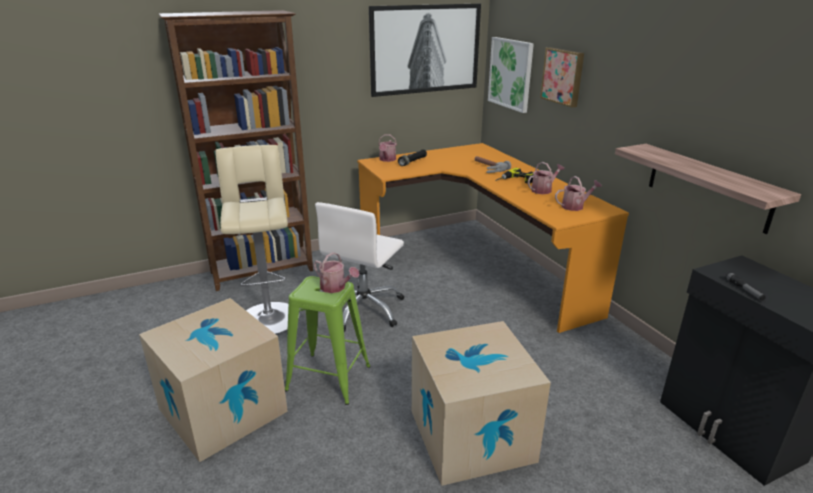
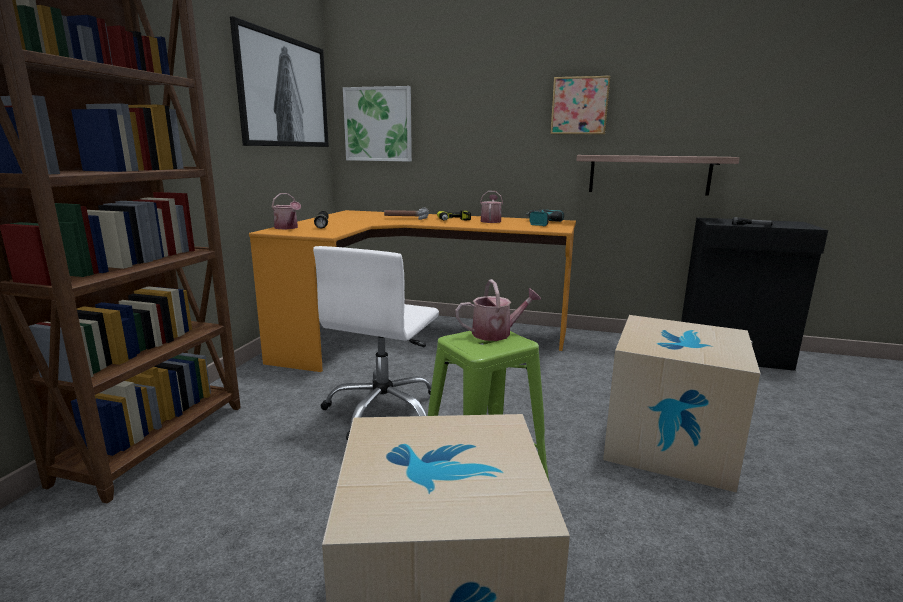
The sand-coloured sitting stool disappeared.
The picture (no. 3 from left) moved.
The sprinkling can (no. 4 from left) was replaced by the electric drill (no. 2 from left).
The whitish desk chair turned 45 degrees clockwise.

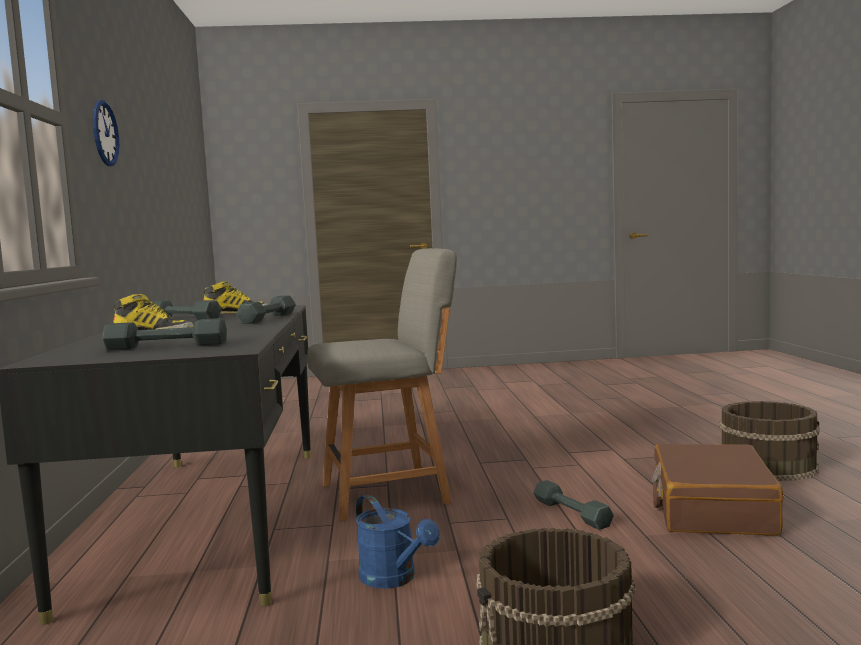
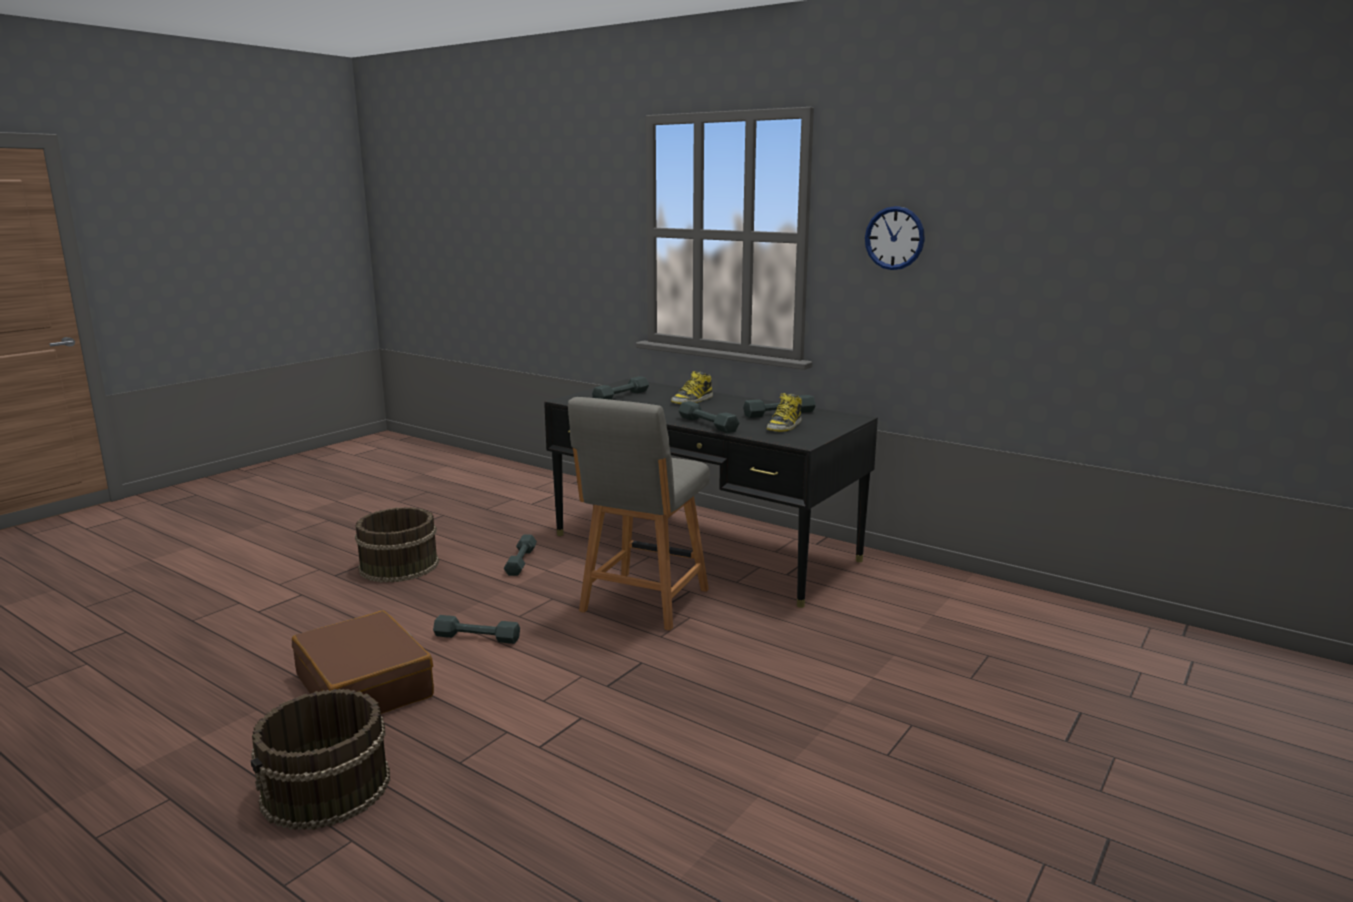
The bluish sprinkling can was replaced by the gray free weight (no. 2 from left).

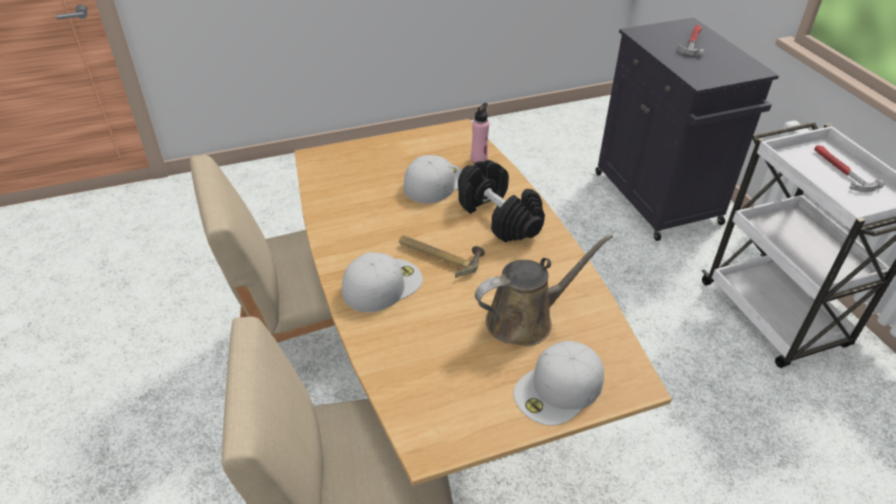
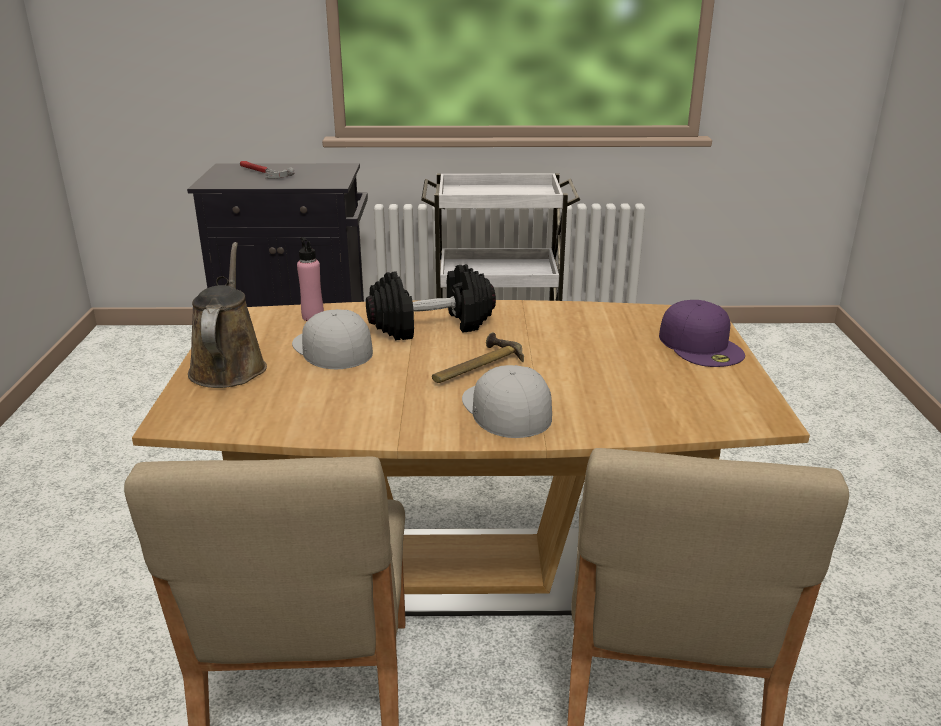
The tool hammer (no. 3 from left) disappeared.
The brown-coloured sprinkling can moved.
The whitish cap (no. 3 from left) became the purple-coloured cap.

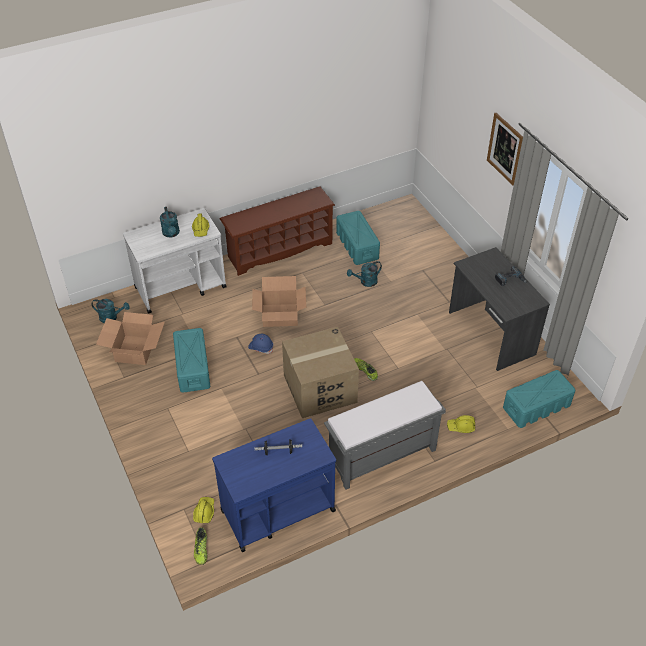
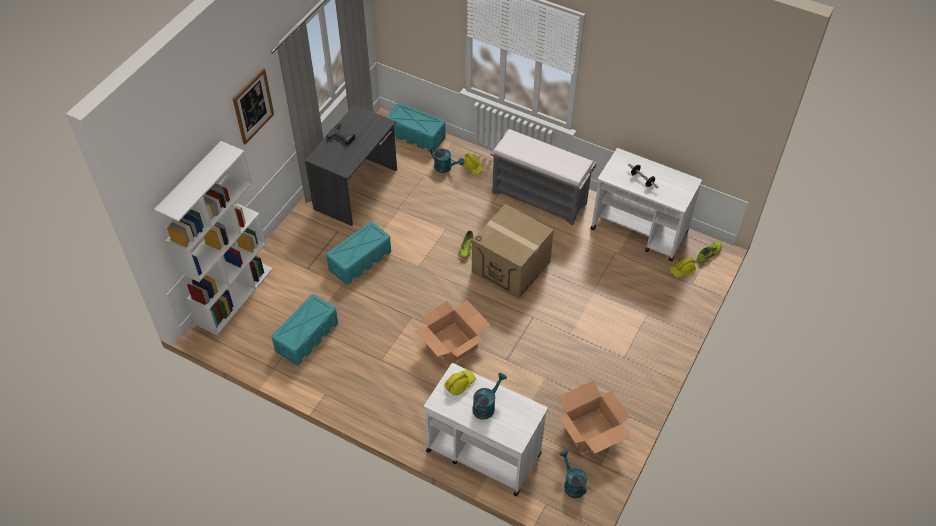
The brown-coloured shoe rack disappeared.
The bluish safety helmet disappeared.
The whitish bookshelf appeared.
The blue-green storage container (no. 1 from left in the first image) moved.
The blue-green sprinkling can (no. 3 from left in the first image) moved.
The bluish wheeled cart became the whitish wheeled cart (no. 2 from left).

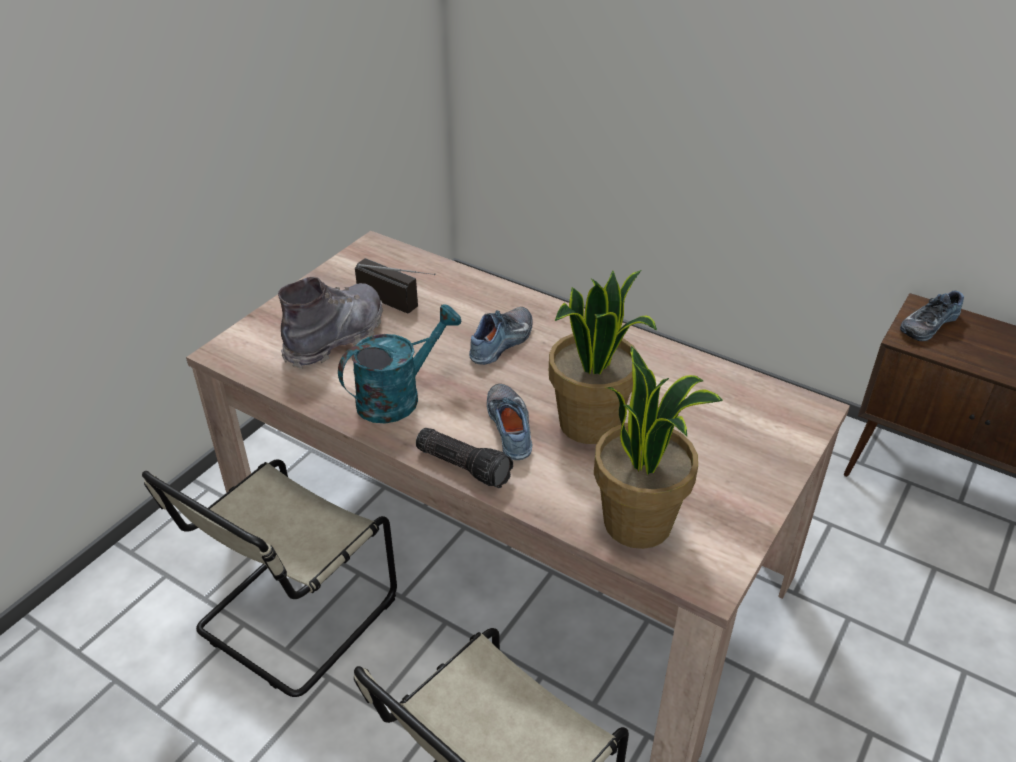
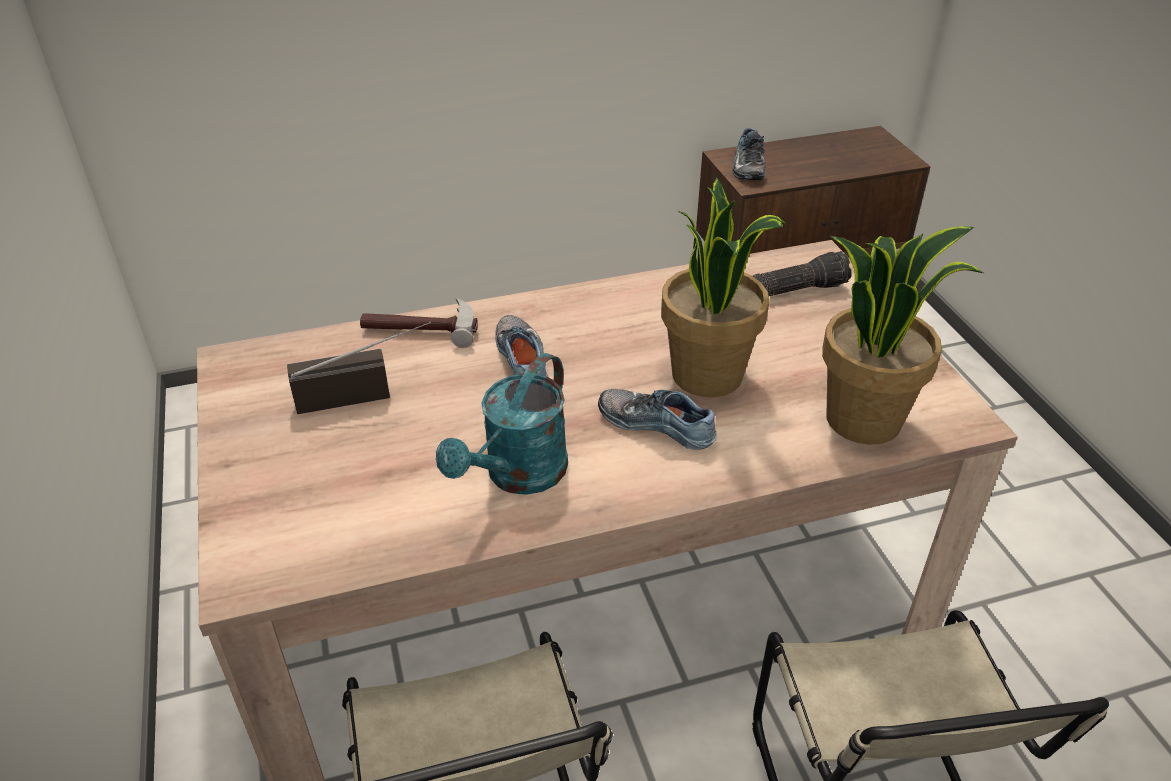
The gray high-top boot disappeared.
The tool hammer appeared.
The torch moved.
The blue-green sprinkling can turned 150 degrees counterclockwise.

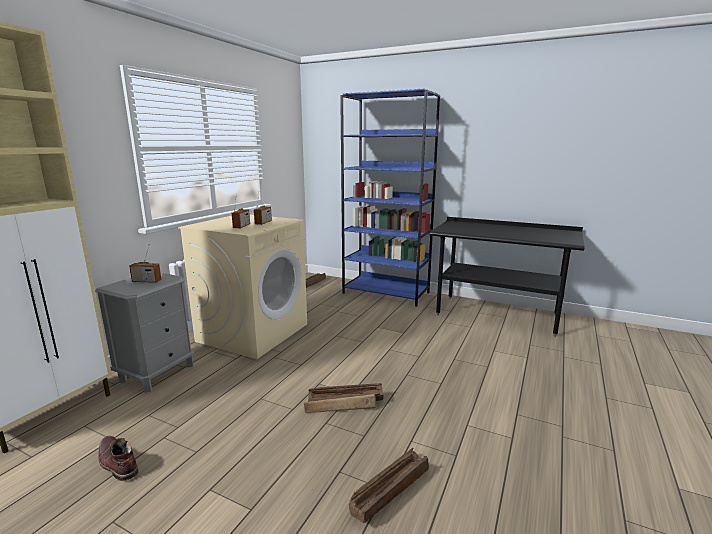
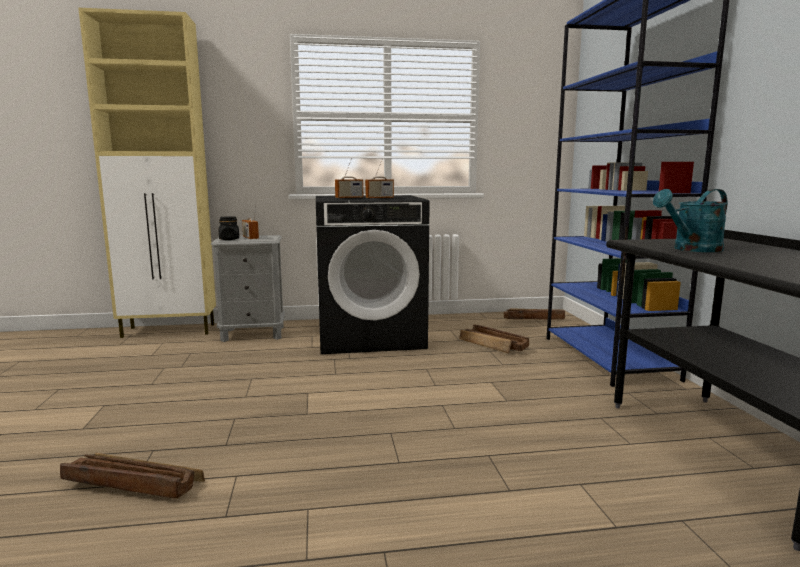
The brown-coloured high-top boot disappeared.
The black-coloured jar appeared.
The blue-green sprinkling can appeared.
The packing crate (no. 2 from left) moved.
The sand-coloured laundry appliance became the black-coloured laundry appliance.

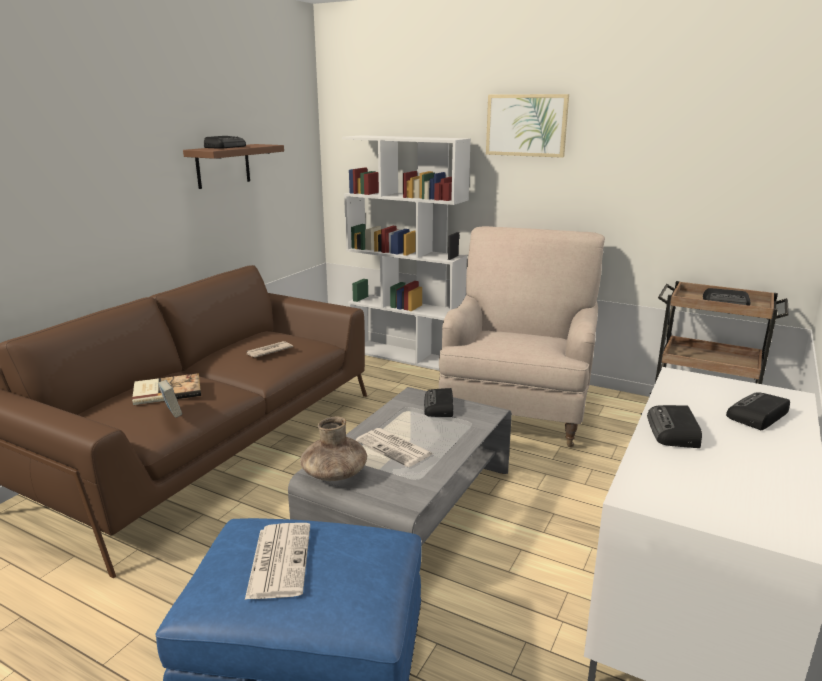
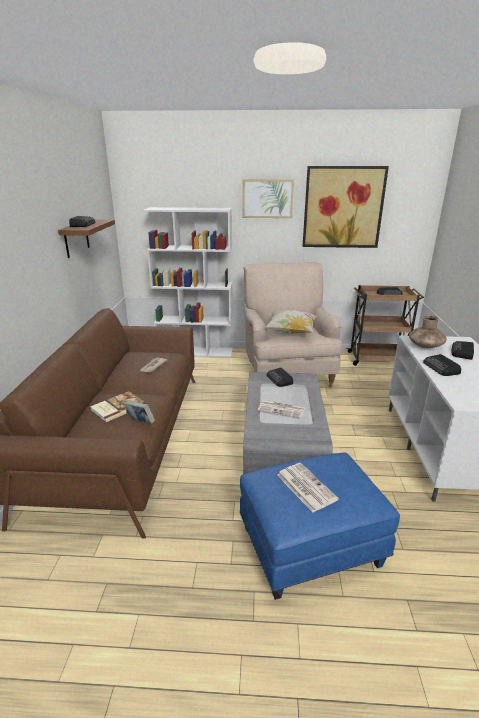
The cushion appeared.
The picture (no. 2 from left) appeared.
The brown-coloured decorative vase moved.

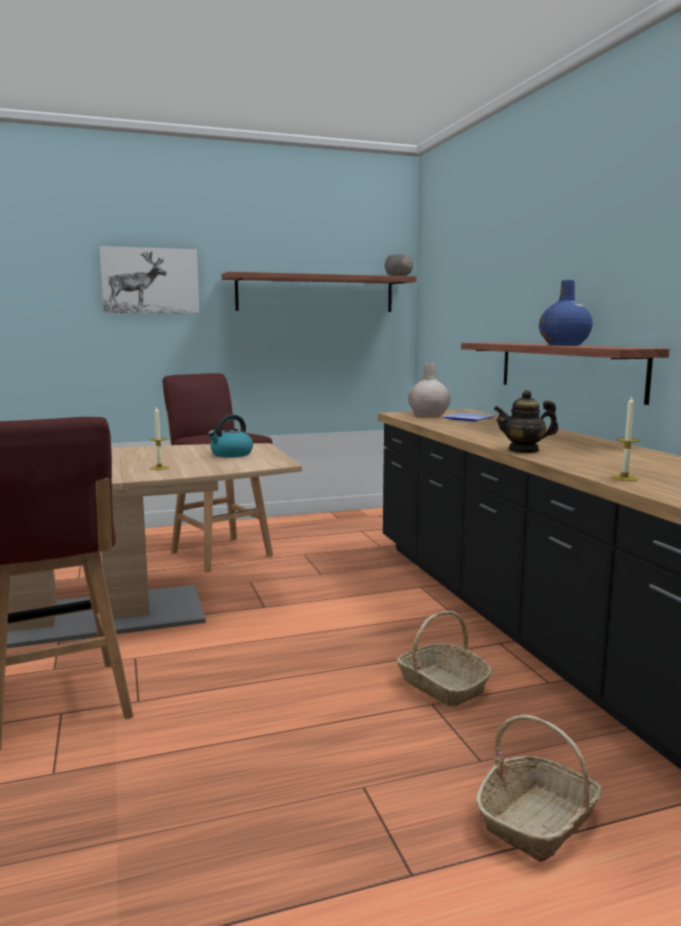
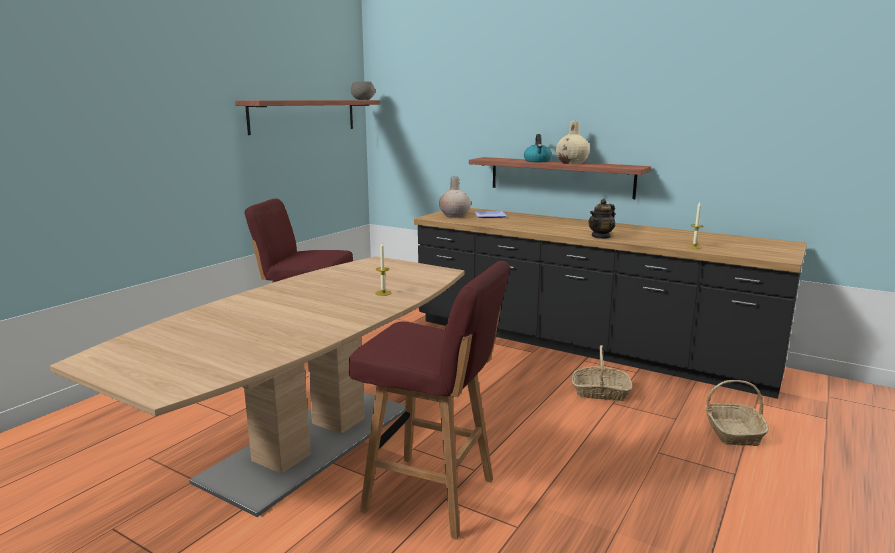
The picture disappeared.
The tea kettle moved.
The bluish decorative vase became the sand-coloured decorative vase (no. 2 from left).

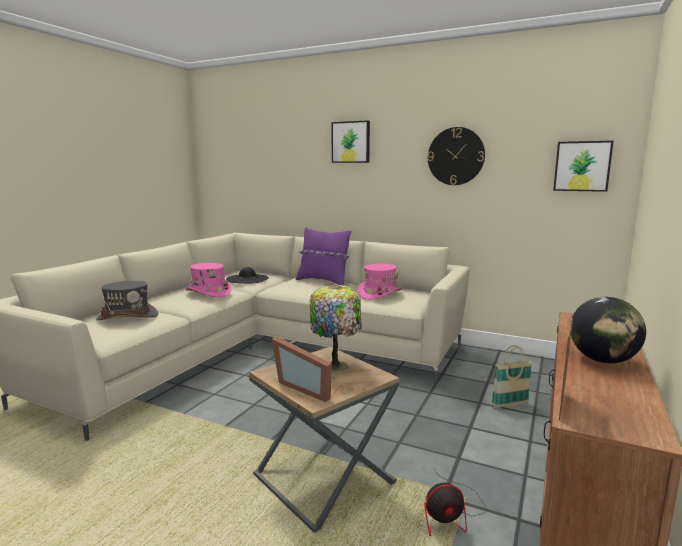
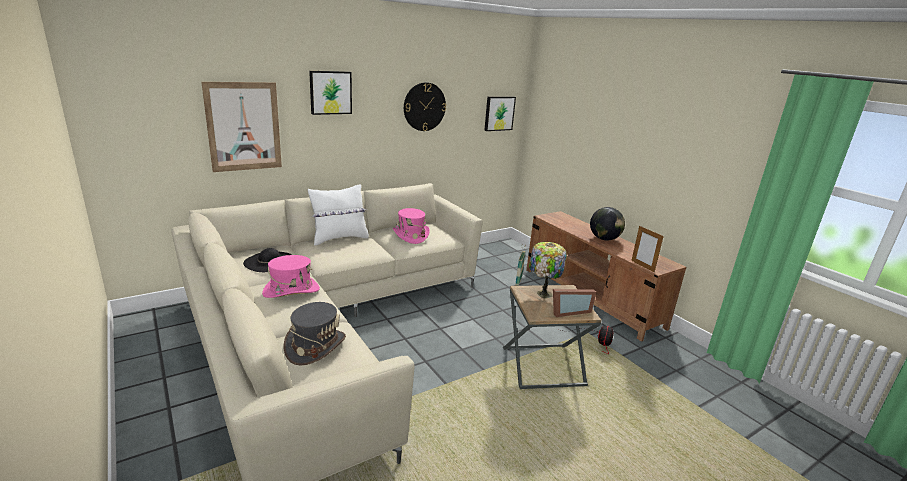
The picture (no. 1 from left) appeared.
The purple-coloured cushion became the whitish cushion.

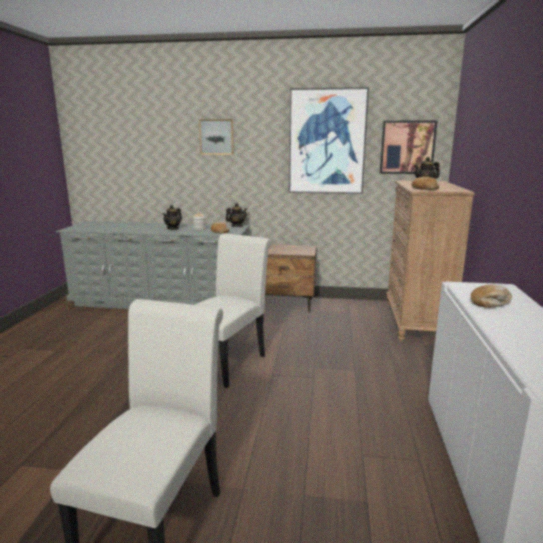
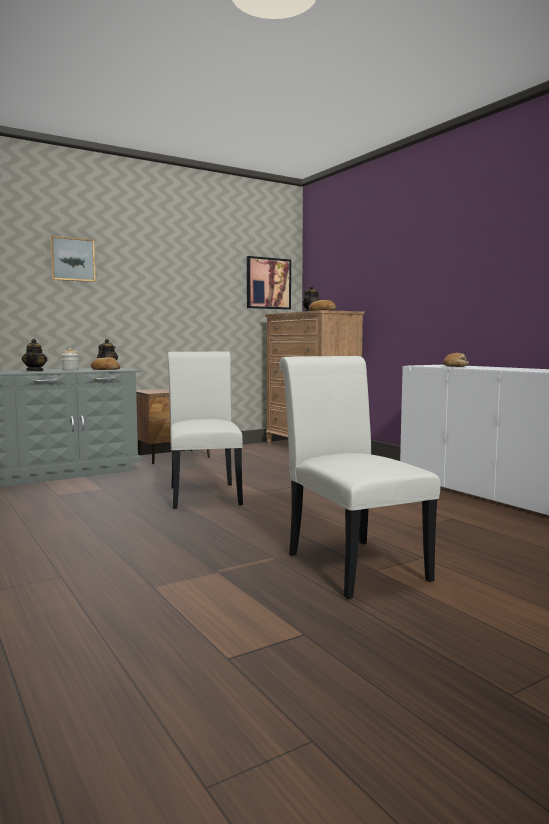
The picture (no. 2 from left) disappeared.

